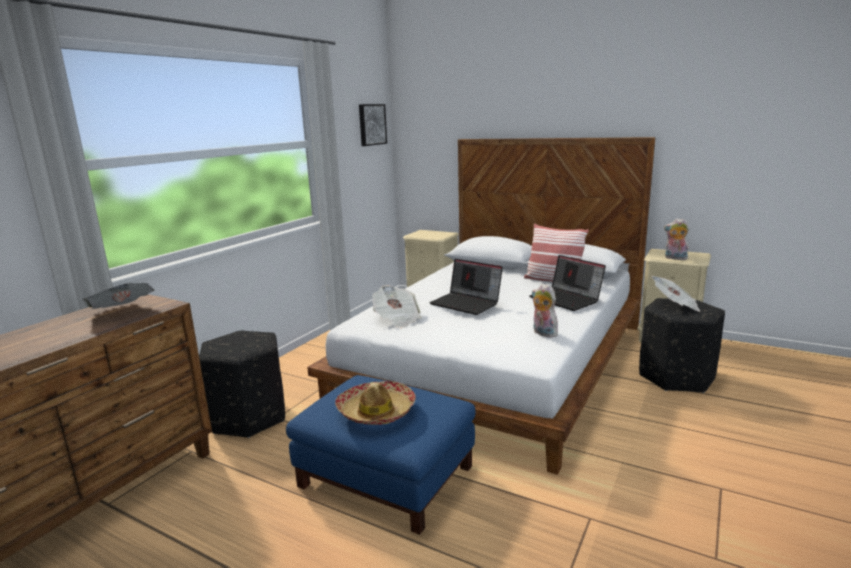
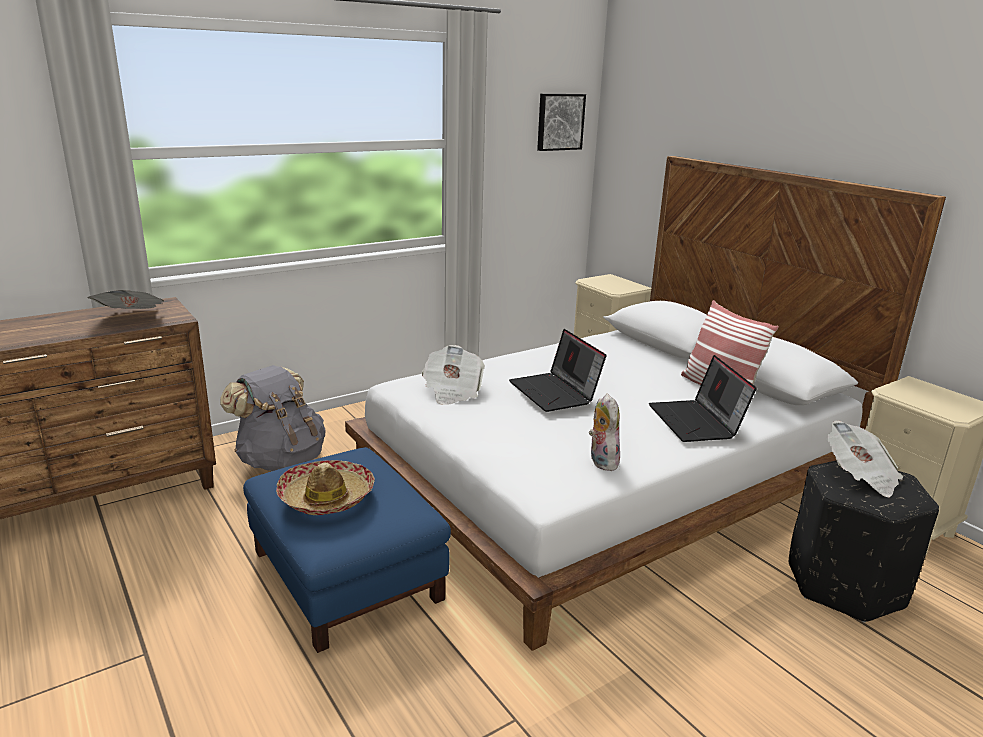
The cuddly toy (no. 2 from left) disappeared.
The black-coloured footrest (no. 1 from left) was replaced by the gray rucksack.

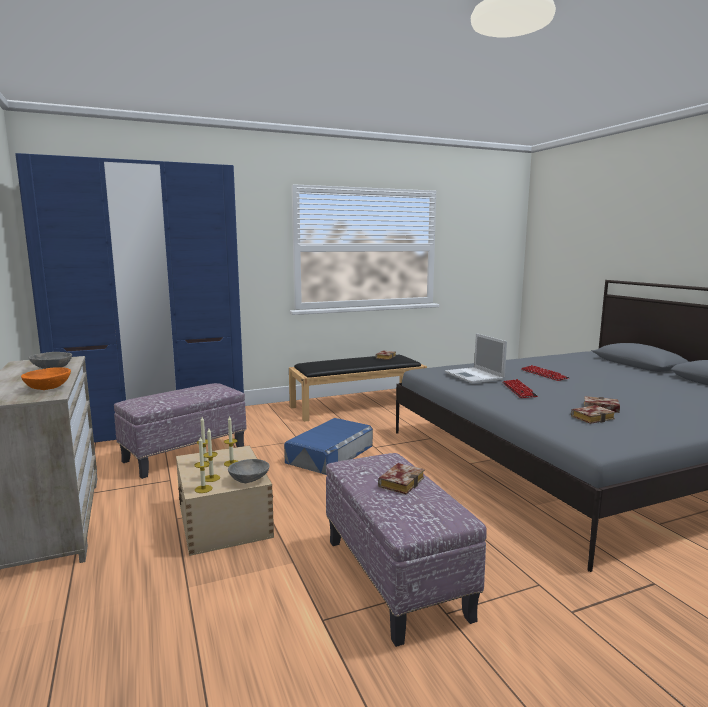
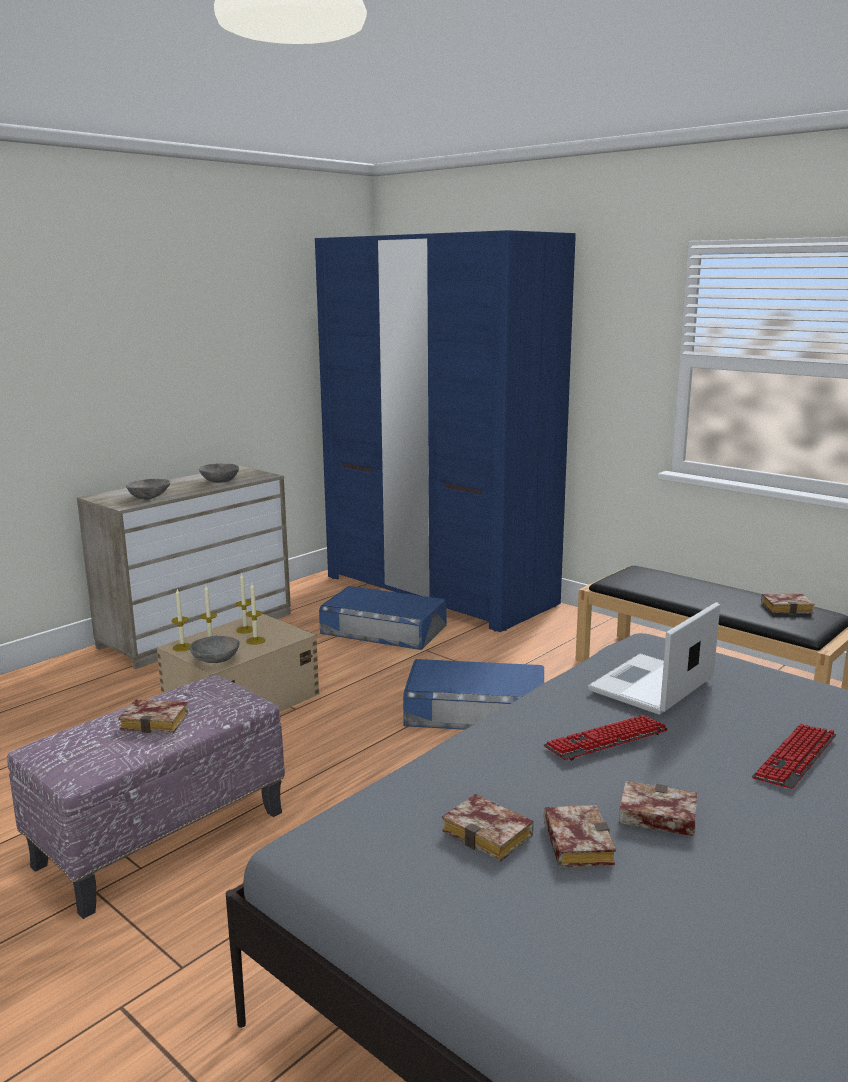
The book (no. 4 from left) appeared.
The footrest (no. 1 from left) was replaced by the bluish storage container (no. 1 from left).
The orange-coloured deep dish became the gray deep dish (no. 1 from left).

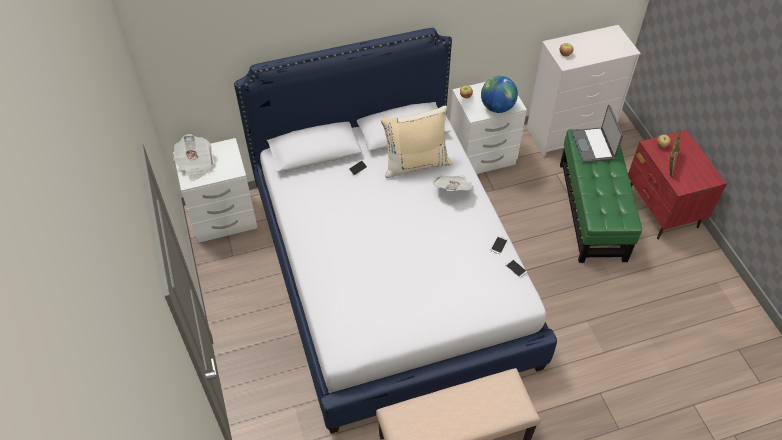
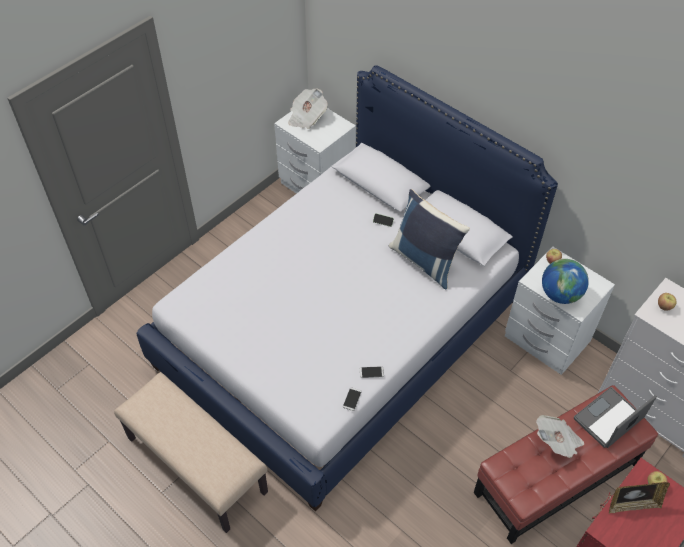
The daily paper (no. 2 from left) moved.
The sand-coloured cushion became the bluish cushion.
The green-coloured footrest became the reddish footrest.

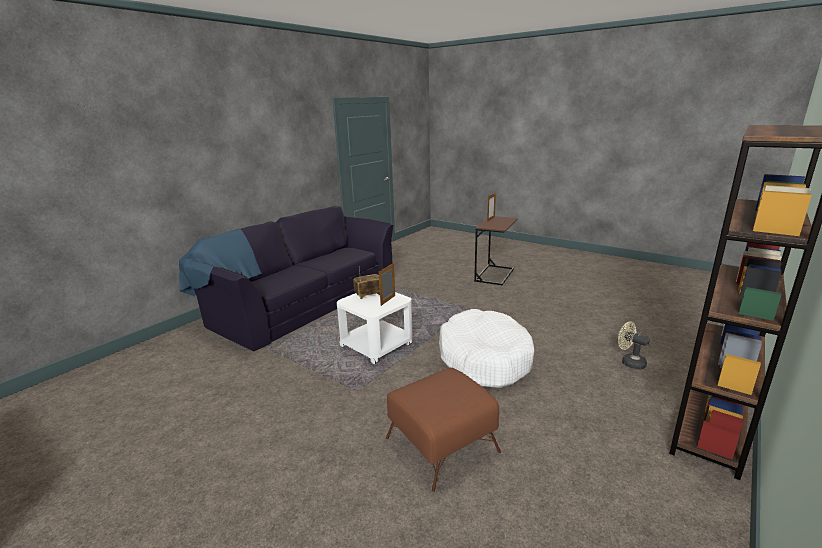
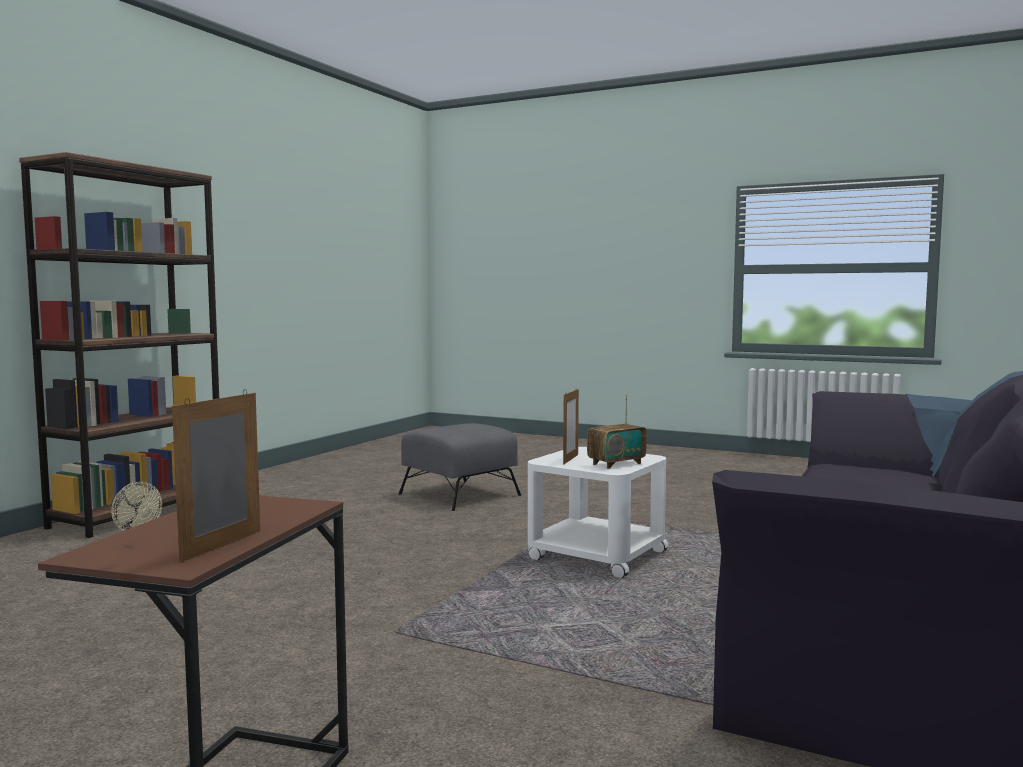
The whitish dog bed disappeared.
The brown-coloured footrest became the gray footrest.

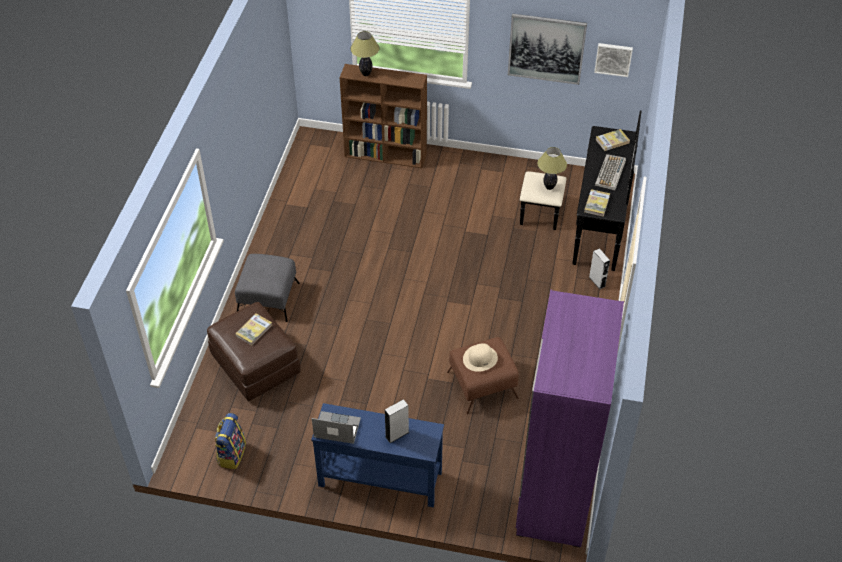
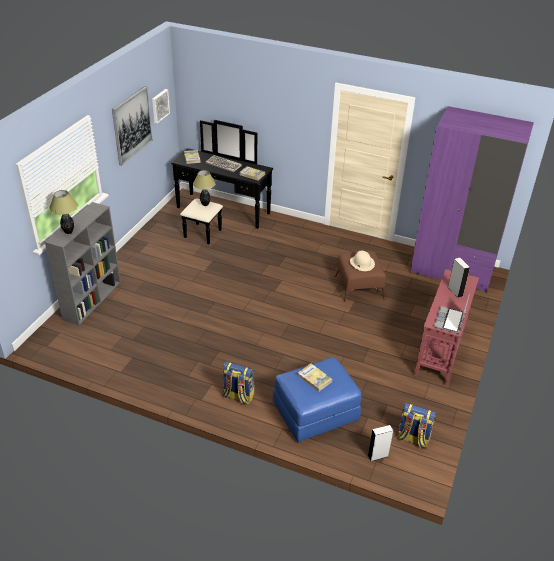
The gray audio speaker (no. 2 from left in the first image) moved.
The gray footrest was replaced by the rucksack (no. 1 from left).
The brown-coloured footrest (no. 1 from left) became the bluish footrest.
The bluish narrow table became the reddish narrow table.
The brown-coloured bookshelf became the gray bookshelf.

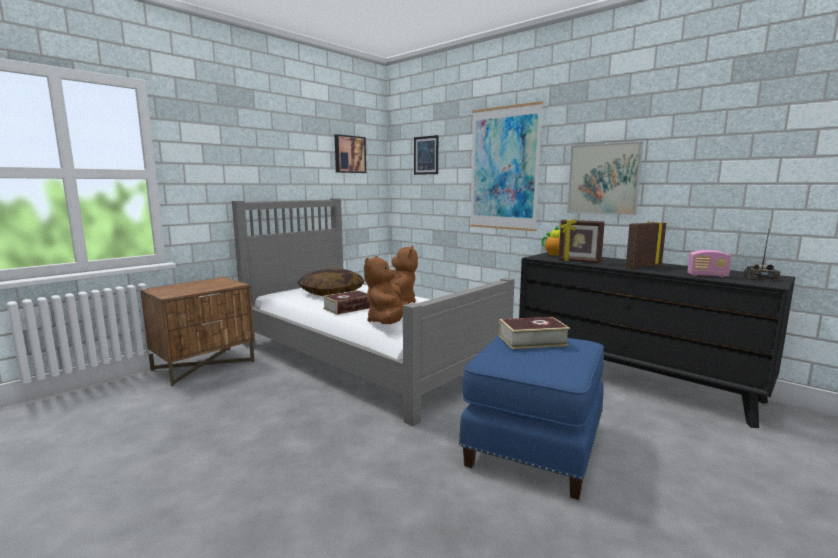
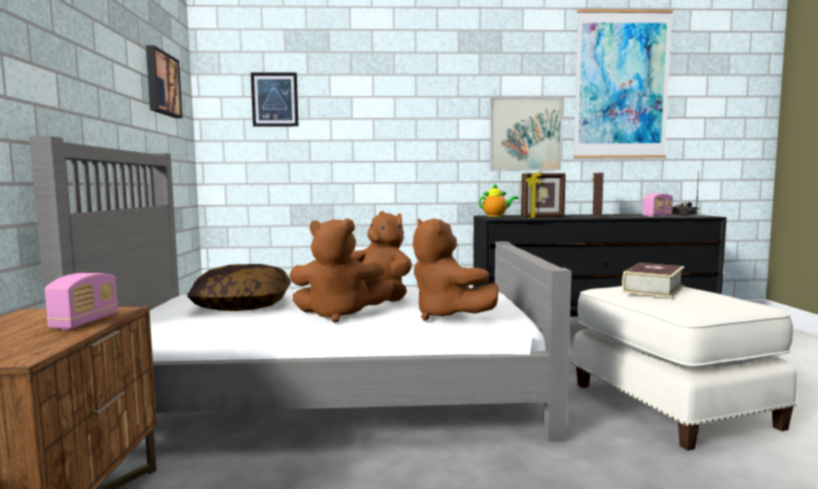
The radio receiver (no. 1 from left) appeared.
The picture (no. 3 from left in the first image) moved.
The book (no. 1 from left) was replaced by the brown-coloured cuddly toy (no. 1 from left).
The bluish footrest became the whitish footrest.

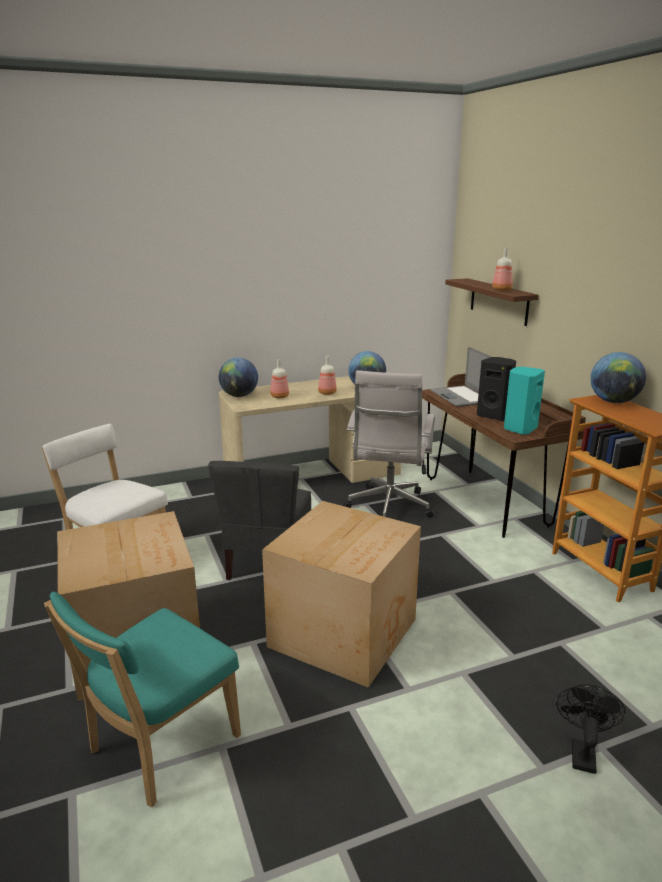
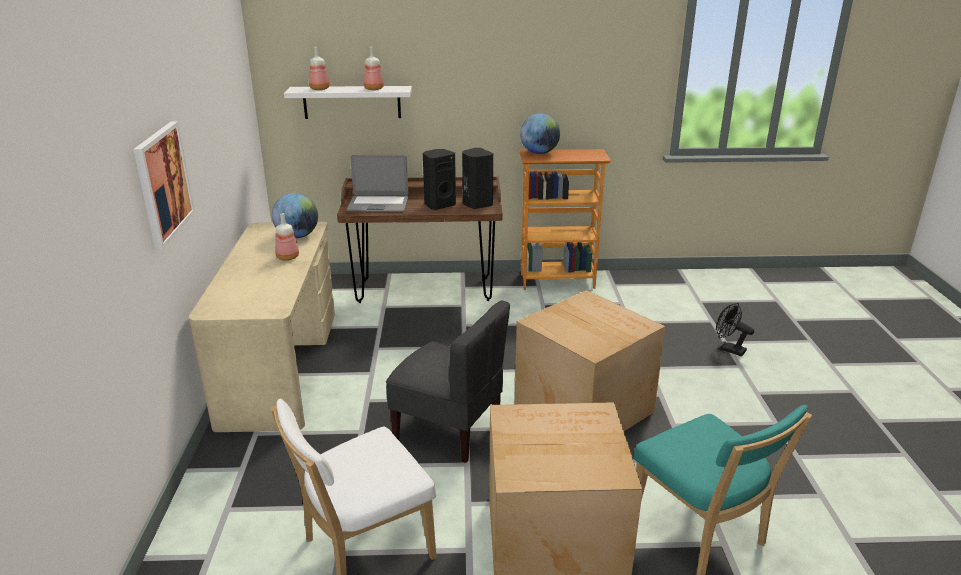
The world globe (no. 1 from left) disappeared.
The whitish desk chair disappeared.
The picture appeared.
The drink bottle (no. 1 from left in the first image) moved.
The brown-coloured bracket shelf became the whitish bracket shelf.
The blue-green audio speaker became the black-coloured audio speaker (no. 2 from left).

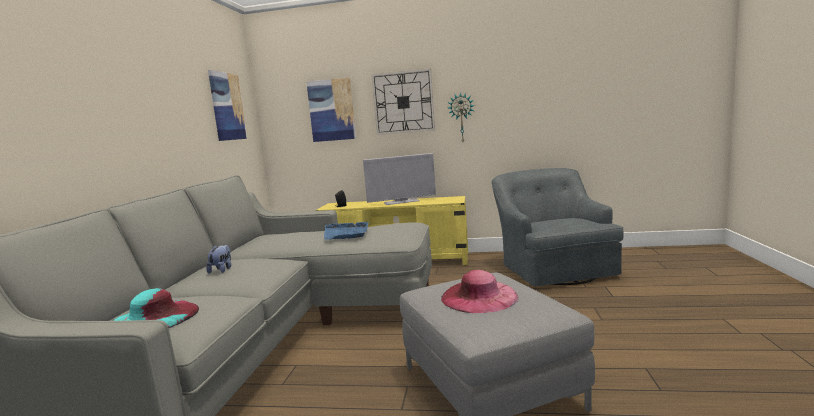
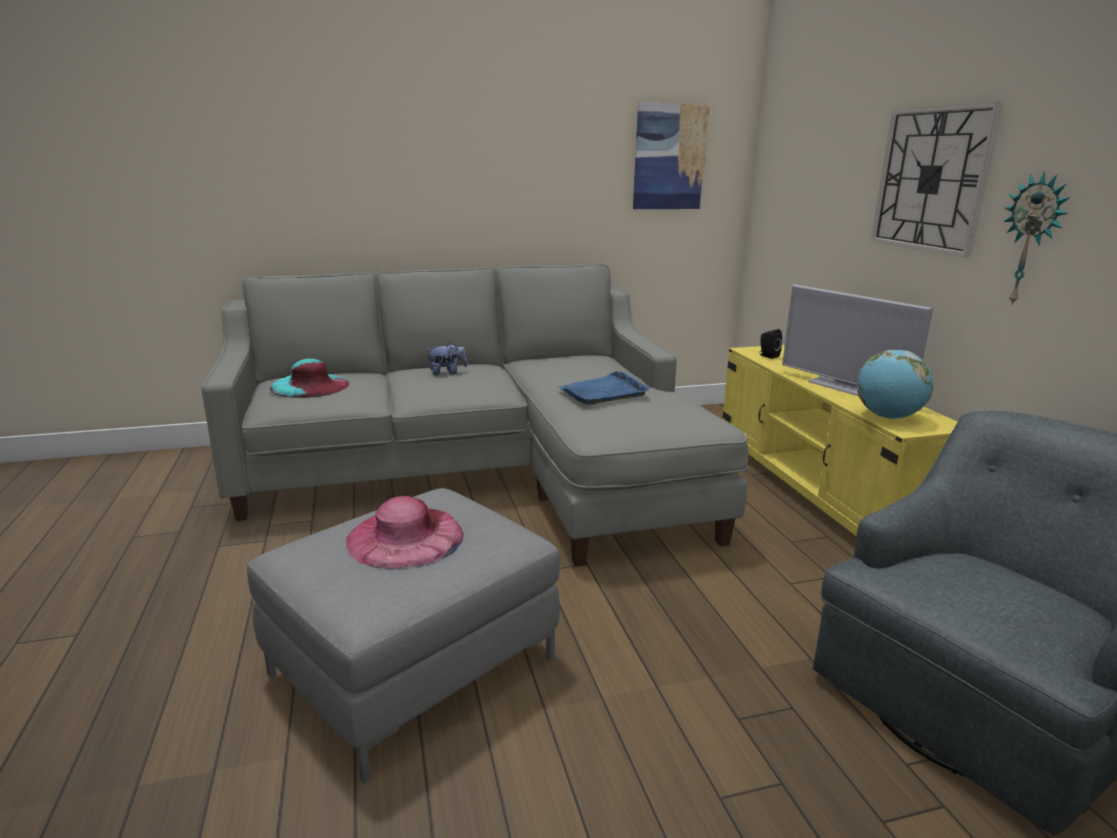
The picture (no. 2 from left) disappeared.
The world globe appeared.

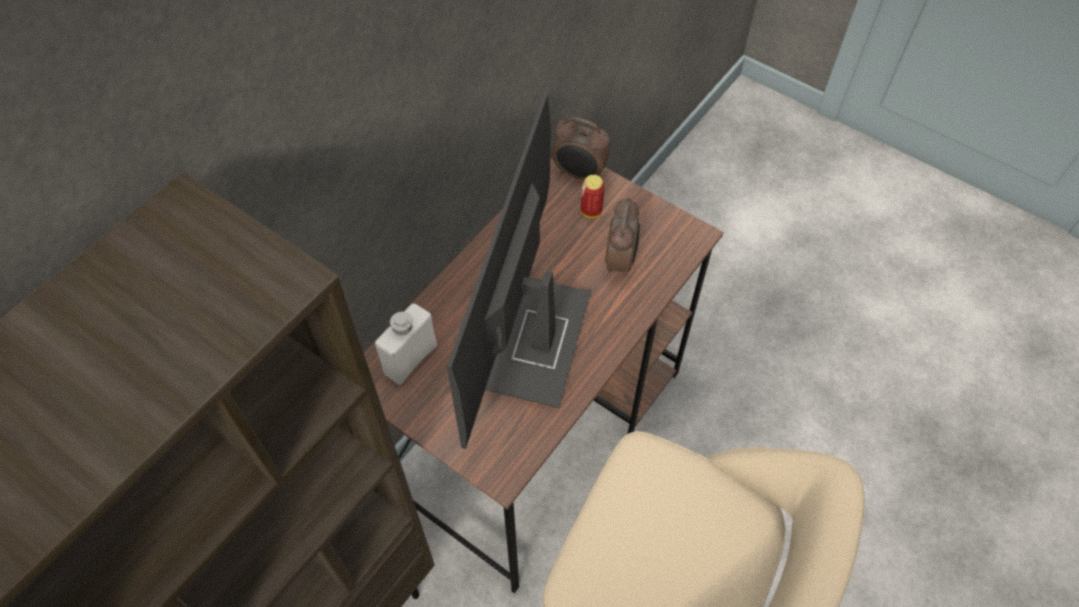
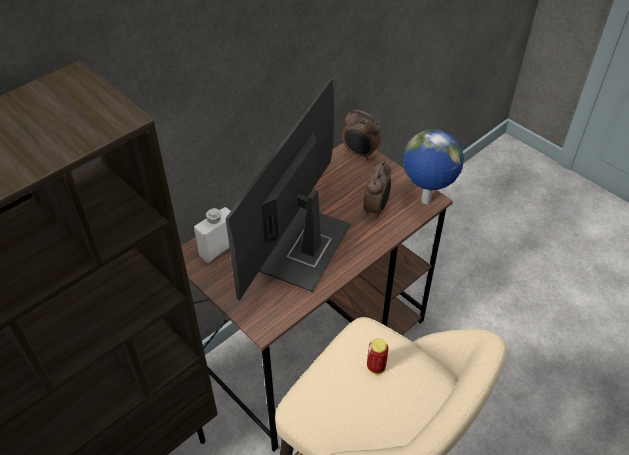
The world globe appeared.
The can moved.

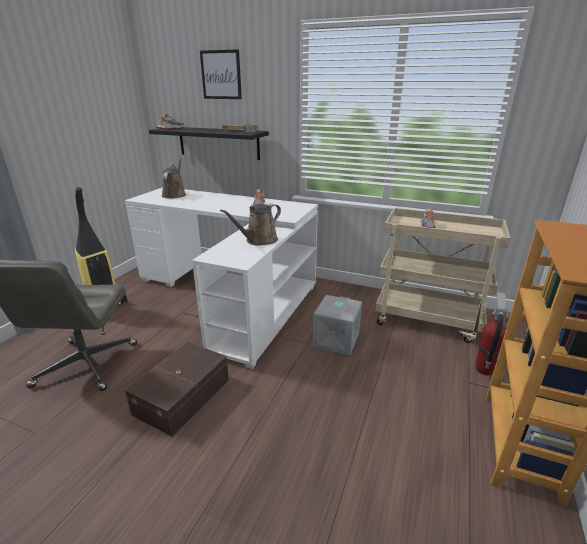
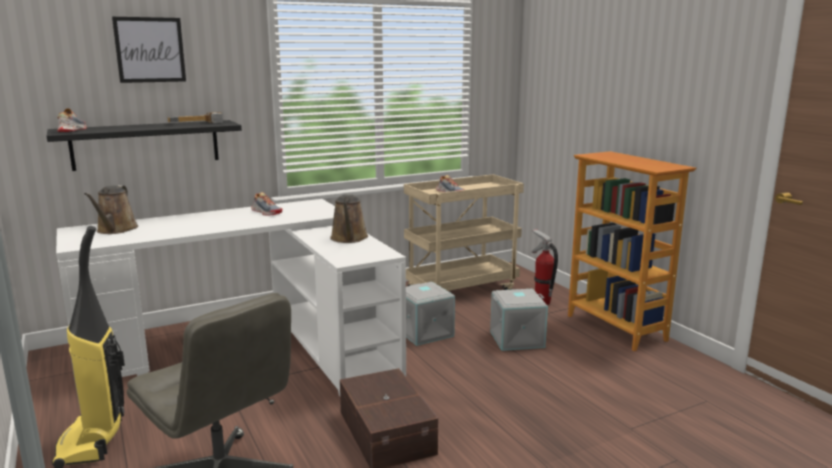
The gray storage container (no. 2 from left) appeared.
The brown-coloured sprinkling can (no. 1 from left) turned 135 degrees counterclockwise.

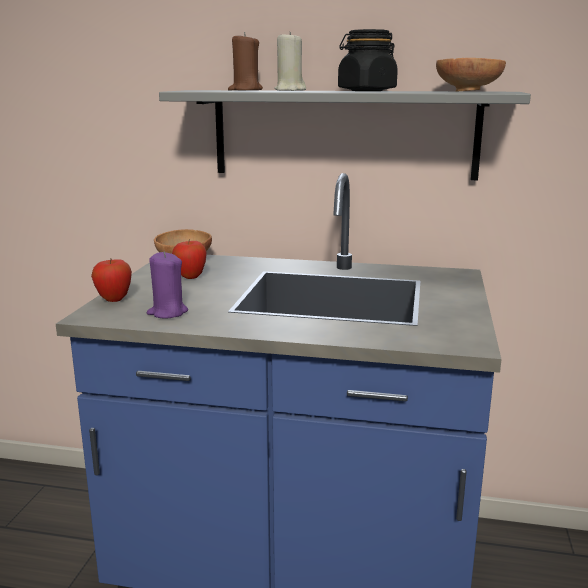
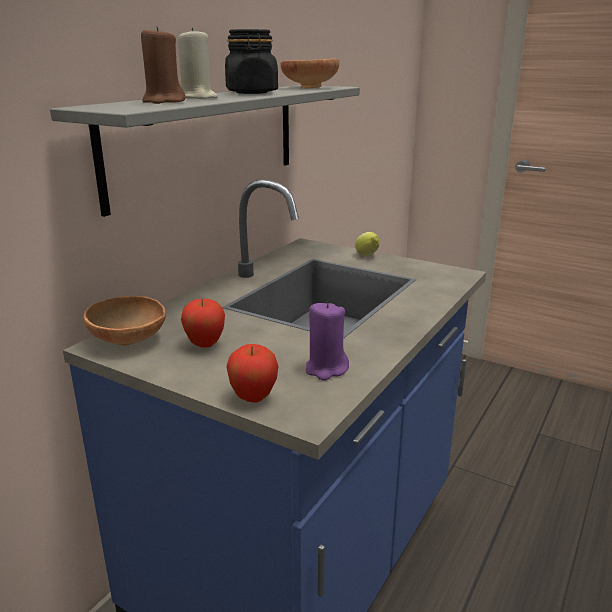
The whole lemon appeared.

